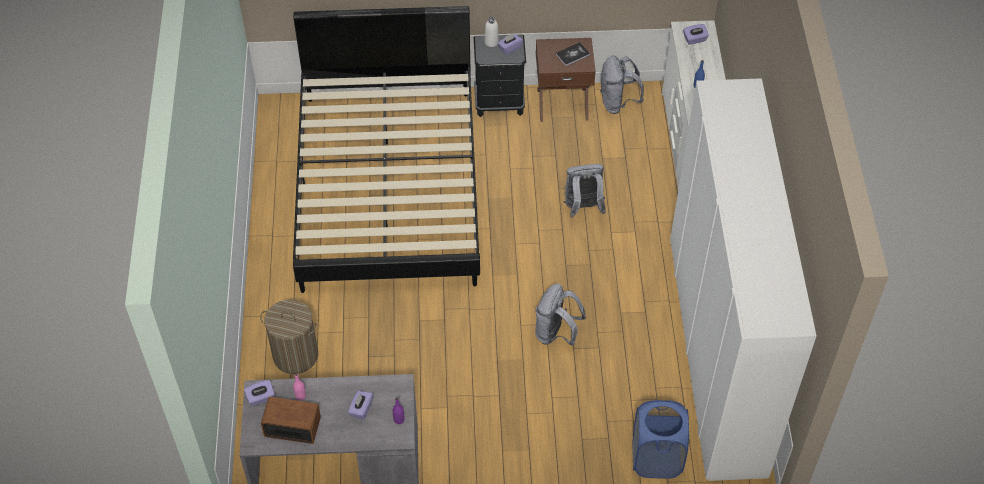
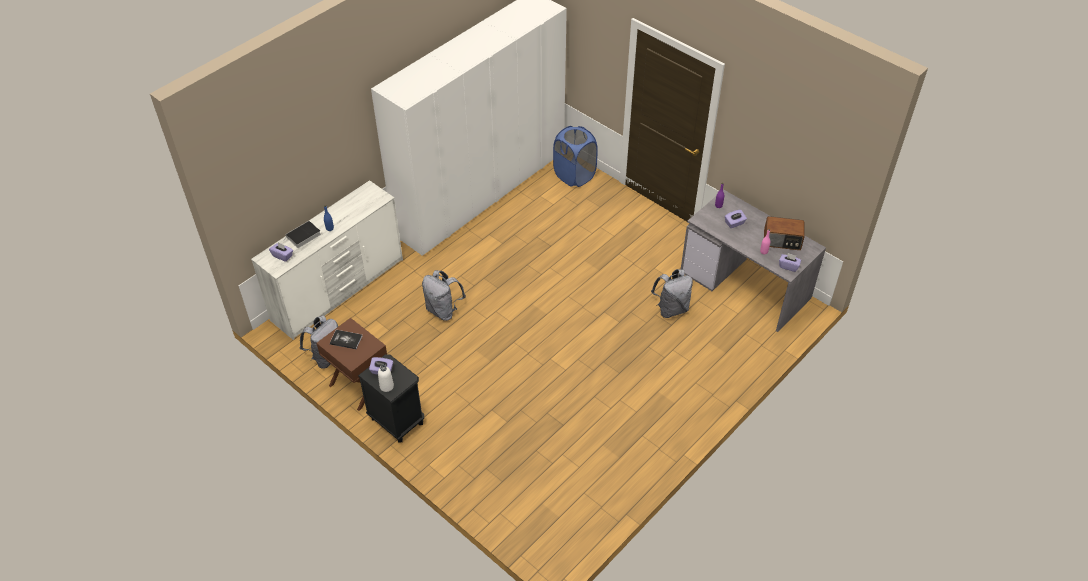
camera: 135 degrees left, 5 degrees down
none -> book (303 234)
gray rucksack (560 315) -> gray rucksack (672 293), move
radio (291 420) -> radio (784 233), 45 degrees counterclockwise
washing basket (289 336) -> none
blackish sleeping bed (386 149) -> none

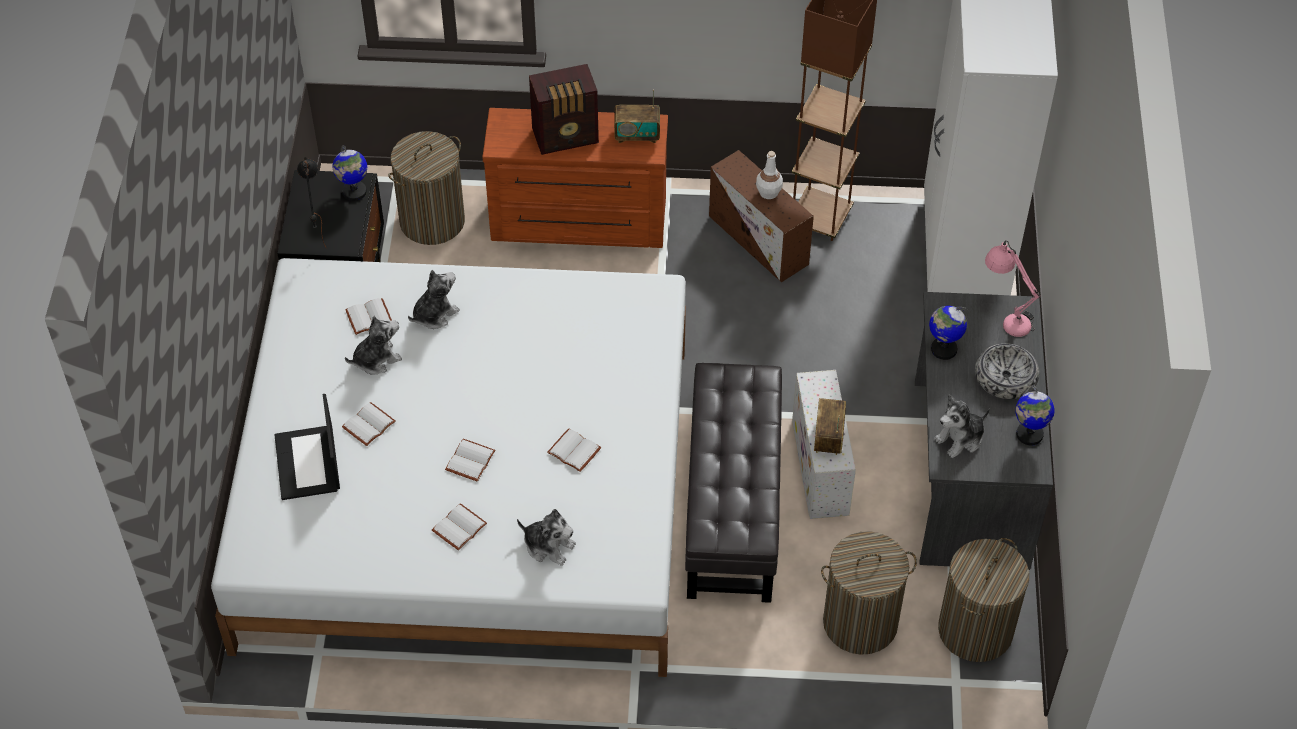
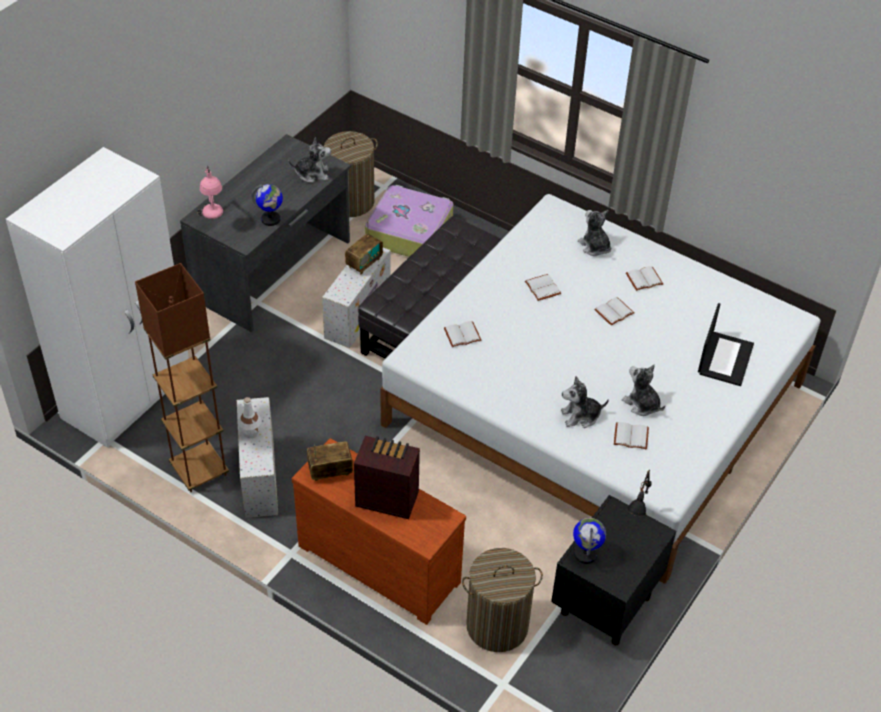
camera: 150 degrees left, 5 degrees down
brown-coloured storage bin (761 216) -> white storage bin (257 457)
radio (637 116) -> radio (330 461), 45 degrees counterclockwise
washing basket (869 593) -> travel case (409 221)
white book (369 424) -> white book (463 334), move
plush toy (373 345) -> plush toy (643 390), 45 degrees clockwise
deep dish (1007 371) -> none
world globe (1035 415) -> none

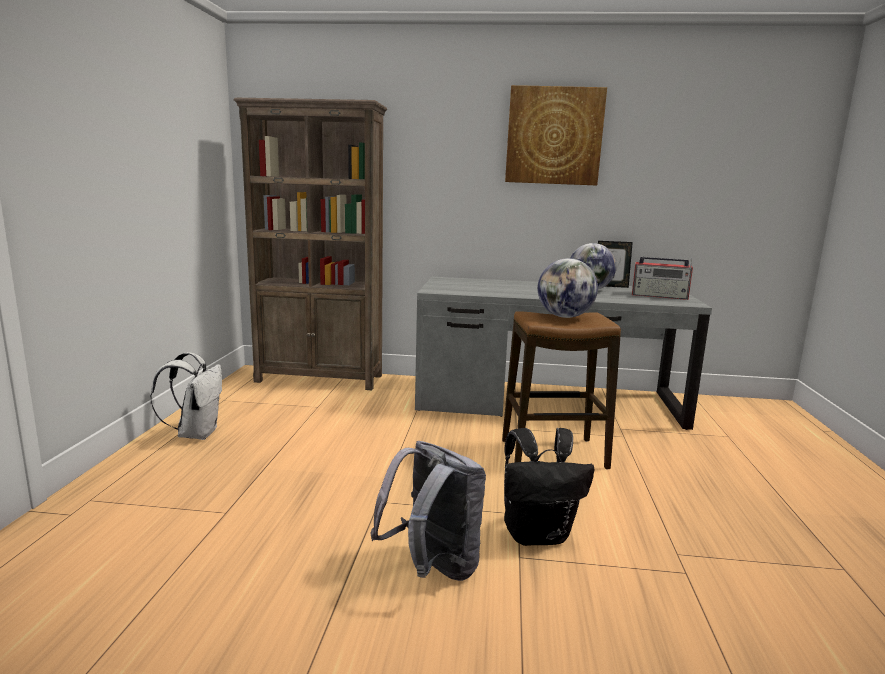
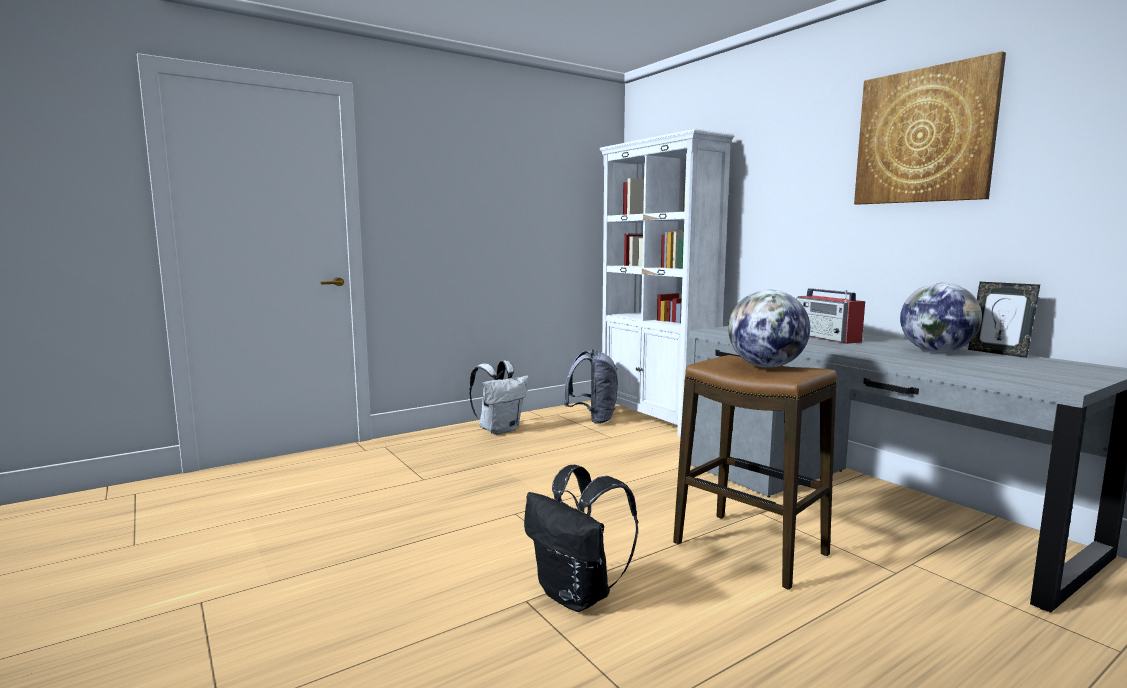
camera: 50 degrees right, 5 degrees down
gray rucksack (428 511) -> gray rucksack (591 386), move
brown-coloured bookshelf (310 244) -> white bookshelf (666 283)
radio (662 278) -> radio (831 316), move

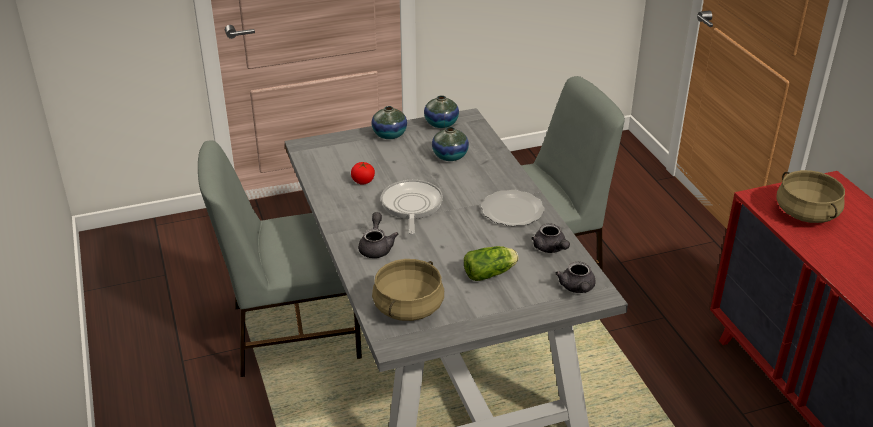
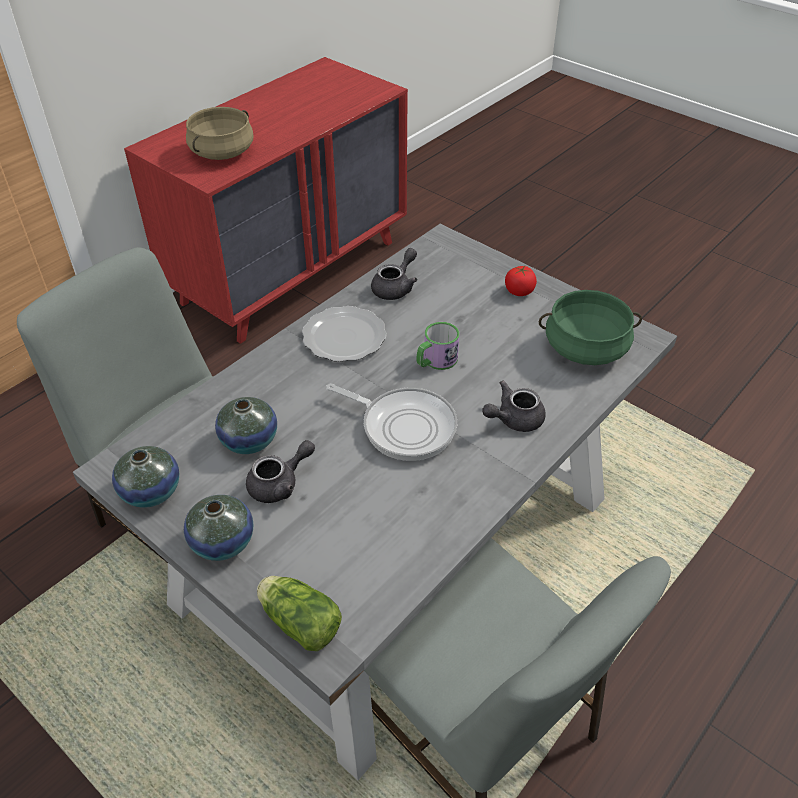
camera: 120 degrees left, 10 degrees up
gray tea pot (575 277) -> gray tea pot (280 471), move
head of lettuce (491 263) -> head of lettuce (299 613), move
frying pan (412 207) -> frying pan (391 422), 120 degrees counterclockwise
none -> coffee mug (437 346)
whole tomato (363 173) -> whole tomato (521 281), move
beige-coloured saucepot (408 290) -> green saucepot (590 327)

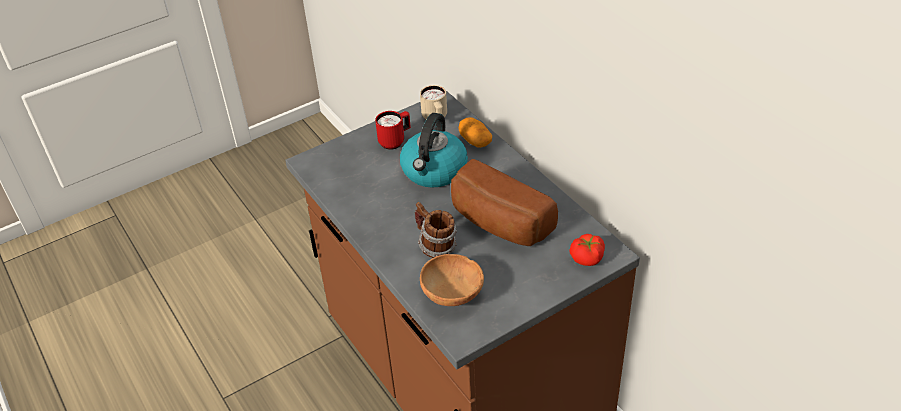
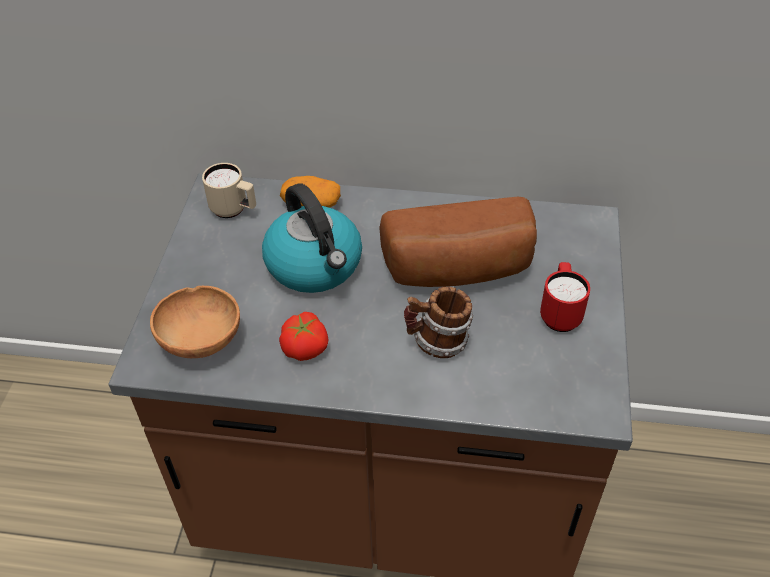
camera: 50 degrees left, 5 degrees up
brown-coloured deep dish (452 280) -> brown-coloured deep dish (195 322), move
whole tomato (587 250) -> whole tomato (304 336), move
red coffee mug (393 130) -> red coffee mug (565 297), move

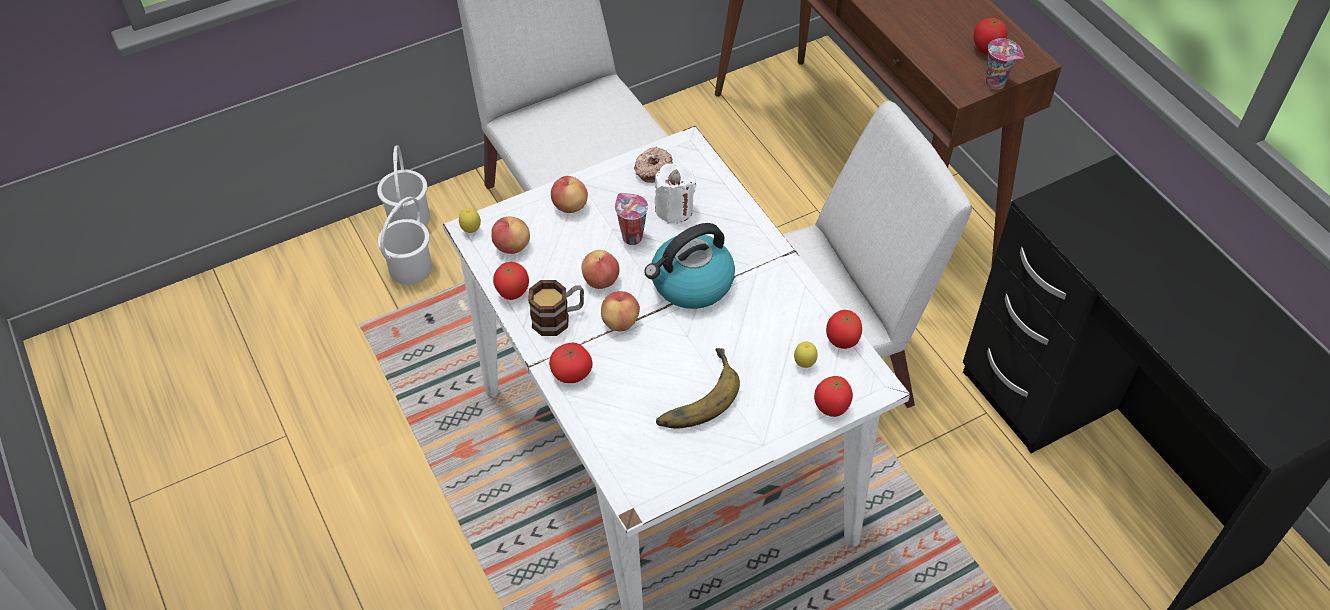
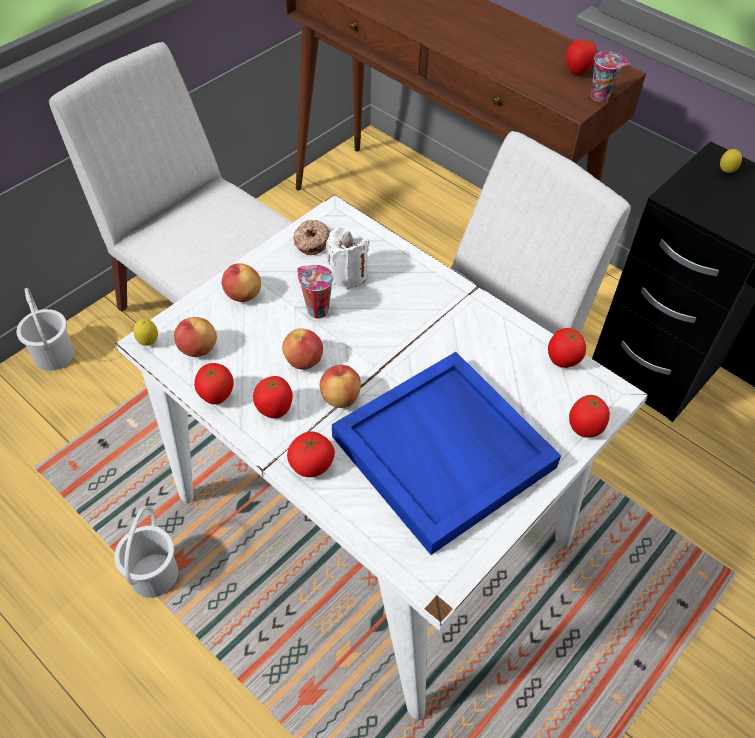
camera: 20 degrees left, 0 degrees up
white water bucket (405 241) -> white water bucket (146 552), move
coffee mug (556 308) -> whole tomato (272 397)
banana fruit (698 388) -> blue-coloured carrying tray (446 453)
citrus fruit (806 355) -> citrus fruit (731 161), move
kettle (689 266) -> none

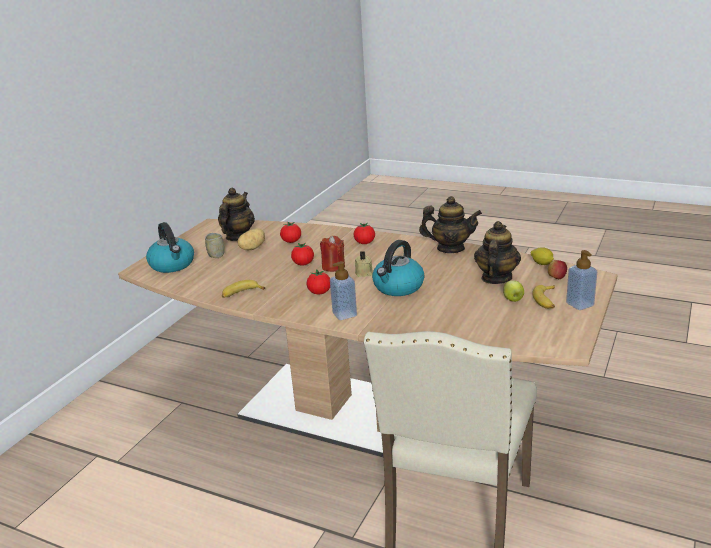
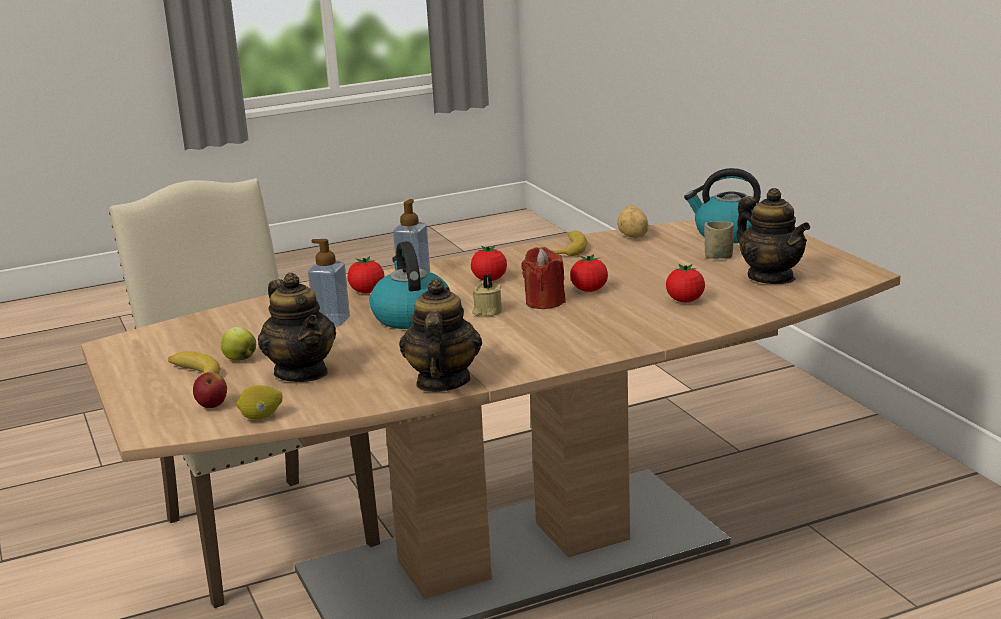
camera: 130 degrees right, 5 degrees down
soap bottle (581 280) -> soap bottle (329 283), move
whole tomato (364 233) -> whole tomato (365 274), move
tea pot (450 224) -> tea pot (440 335), 135 degrees clockwise
spud (251 239) -> spud (632 221), move

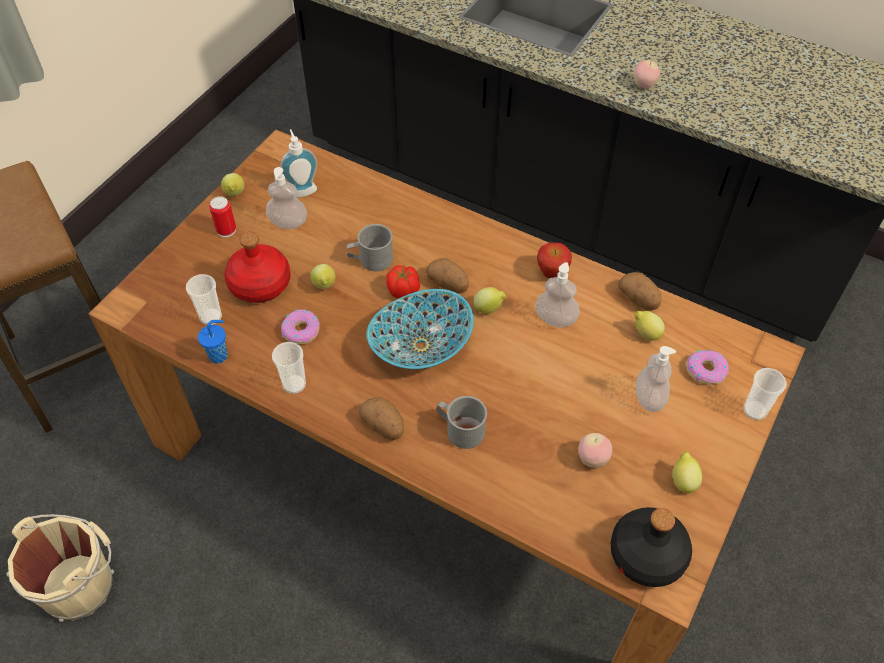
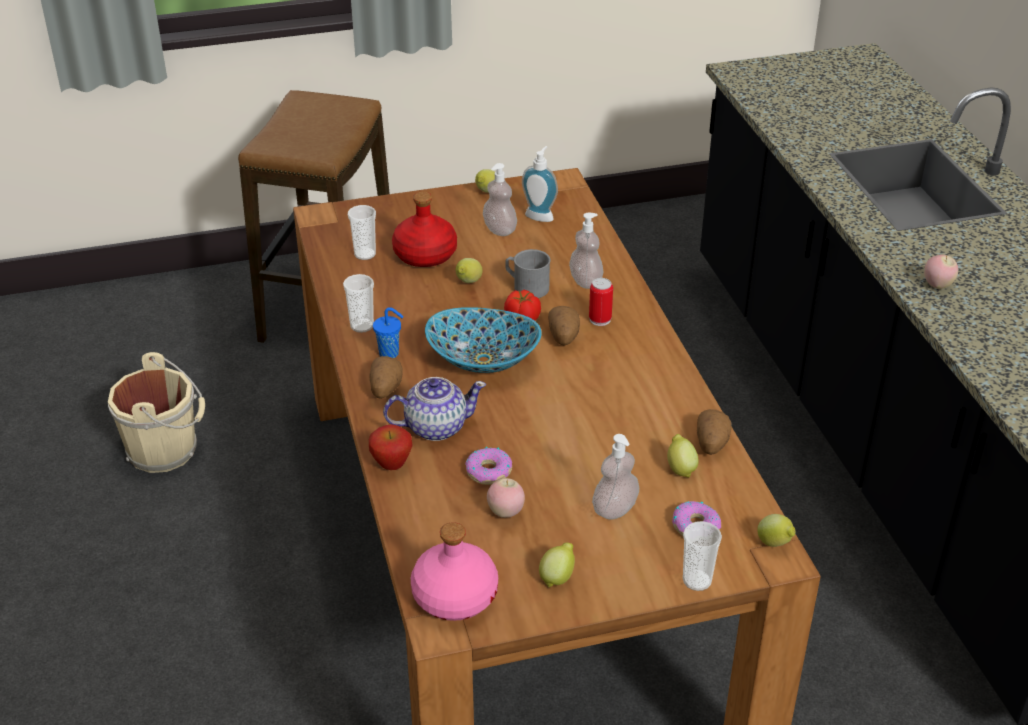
camera: 45 degrees right, 15 degrees down
whole apple (554 260) -> whole apple (391 447), move
blue-coloured drinking cup (213 342) -> blue-coloured drinking cup (388 332), move
gray coffee mug (462 422) -> tea pot (434 409)
blackish bottle (651 547) -> pink bottle (454 571)
doughnut (300 326) -> doughnut (488 466), move
soap bottle (557 294) -> soap bottle (586 251), move
sealed can (222 216) -> sealed can (601 302), move
citrus fruit (489 300) -> citrus fruit (776 530), move

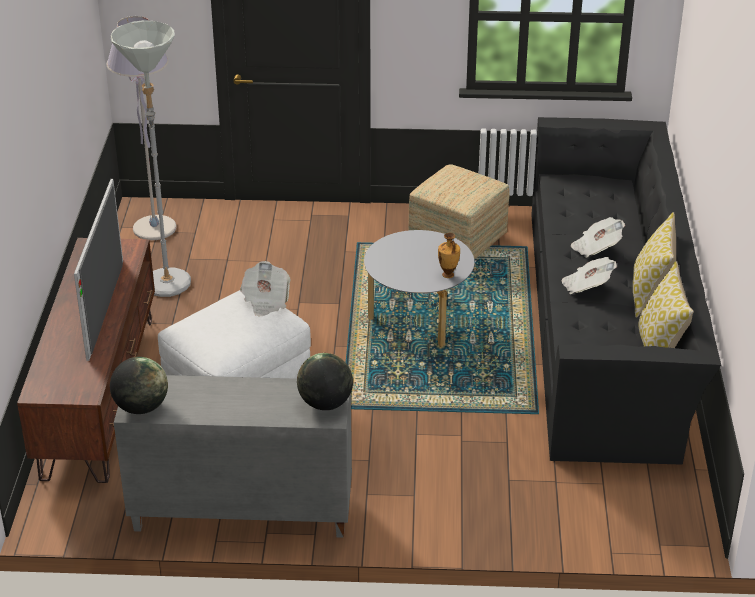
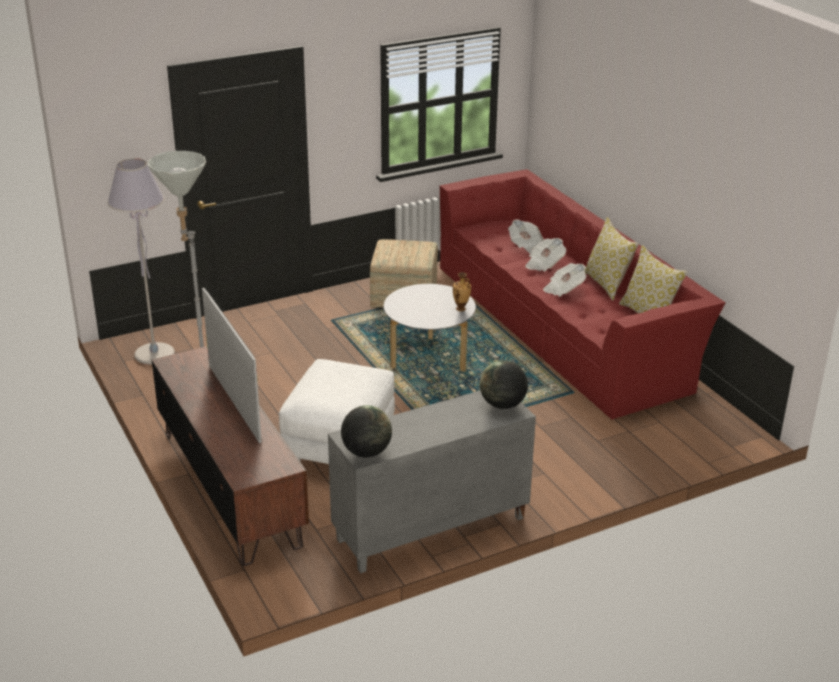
camera: 30 degrees left, 5 degrees down
blackish sofa (626 291) -> red sofa (583 294)
printed paper (265 289) -> printed paper (526 236), move

